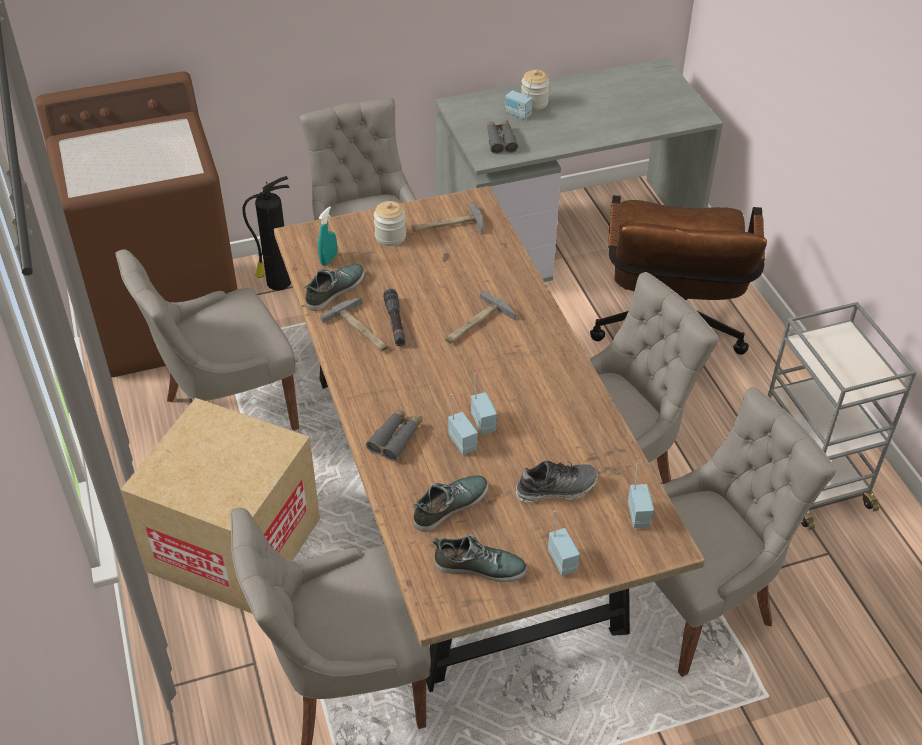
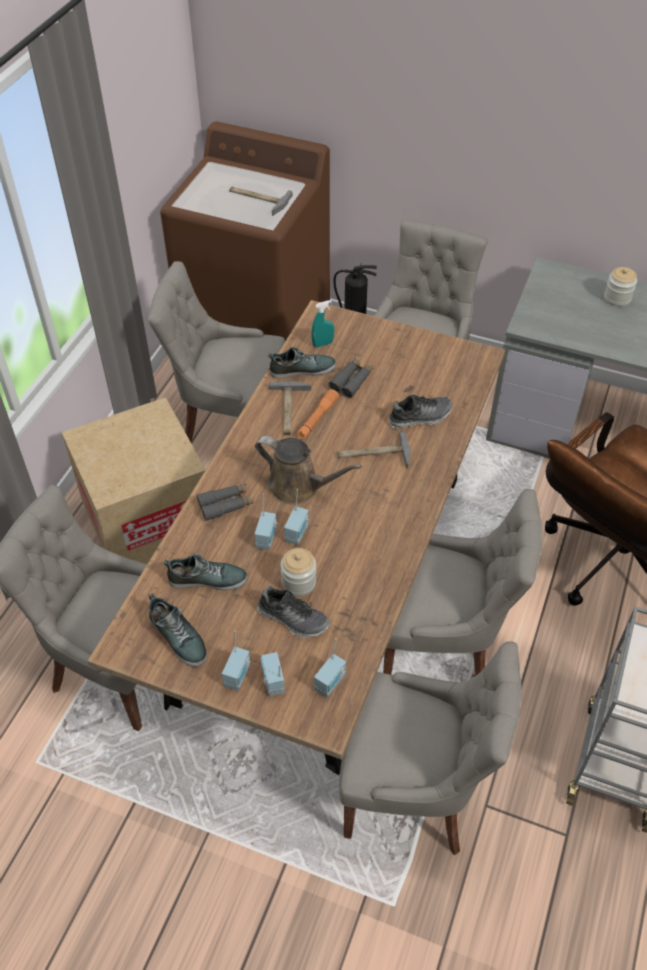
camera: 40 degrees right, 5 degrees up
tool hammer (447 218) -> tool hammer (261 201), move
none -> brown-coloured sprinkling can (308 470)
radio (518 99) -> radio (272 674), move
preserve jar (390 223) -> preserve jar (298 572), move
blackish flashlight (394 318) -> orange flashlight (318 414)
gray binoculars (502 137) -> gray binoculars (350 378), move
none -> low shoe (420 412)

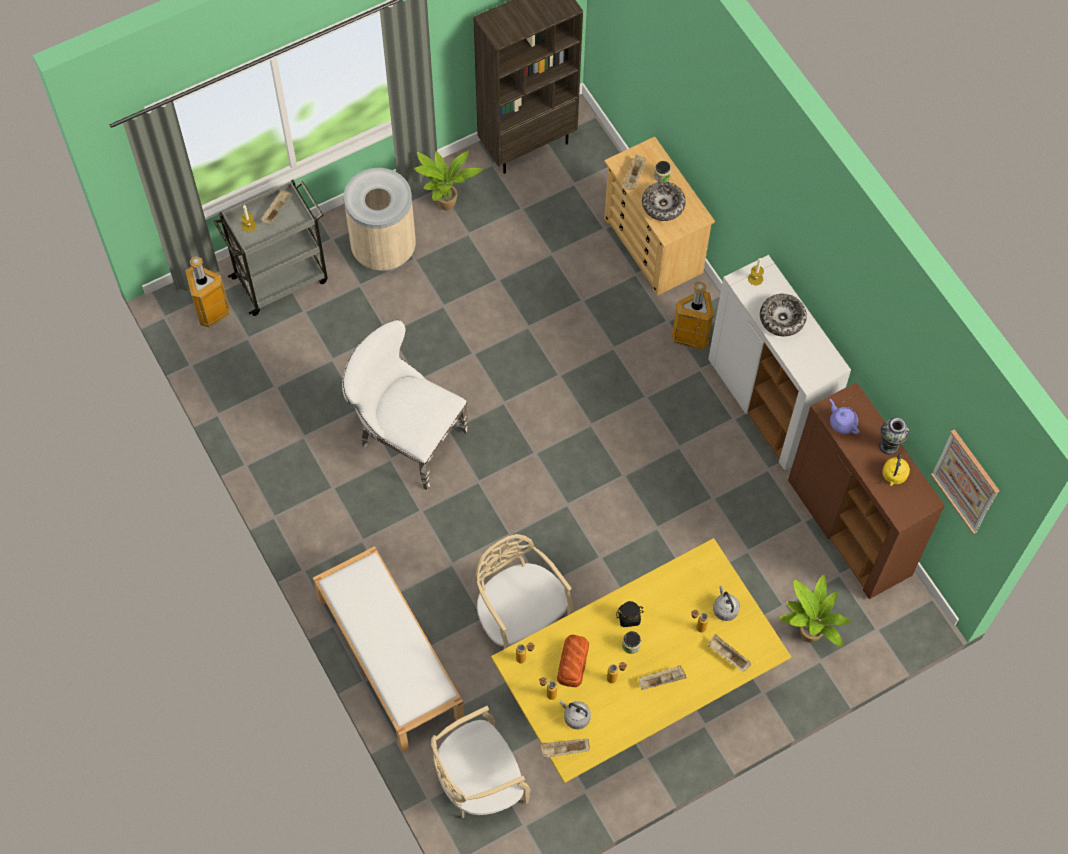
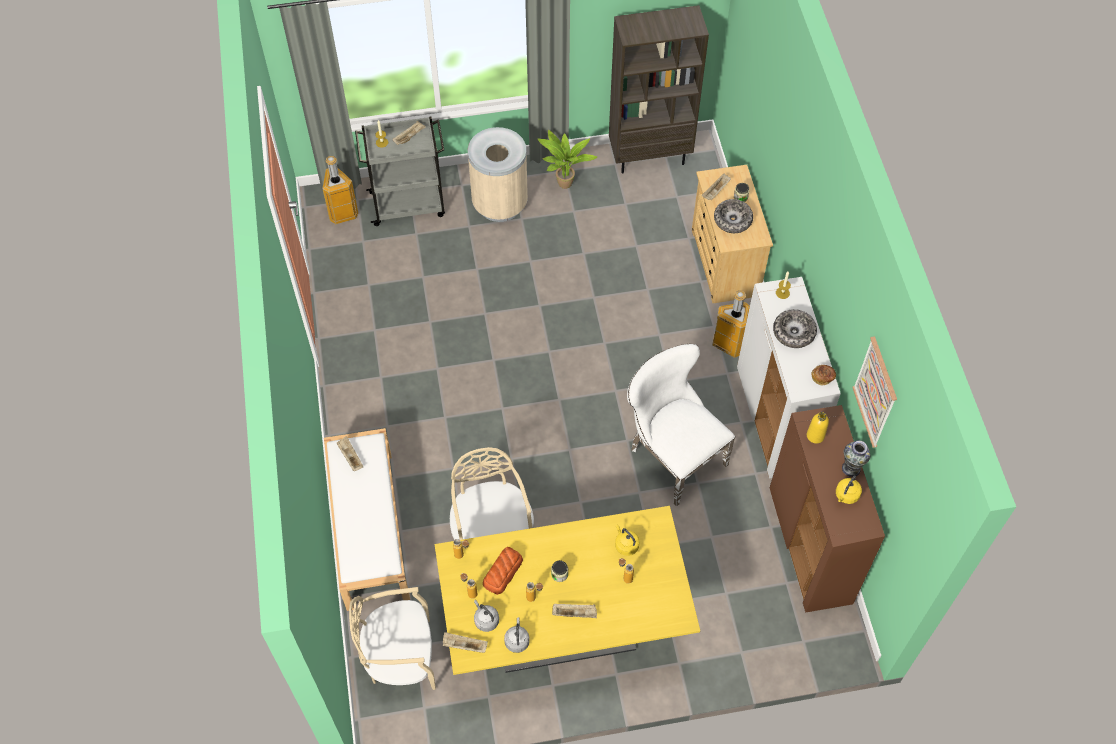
camera: 20 degrees right, 5 degrees down
beige-coloured carrying tray (730 653) -> beige-coloured carrying tray (349 453), move
gray kettle (726 603) -> gray kettle (517 635), move
none -> yellow kettle (627 540)
white upright chair (405 405) -> white upright chair (681 425), move
purple tea pot (845 416) -> yellow bottle (818 428)
none -> baked bread (823 375)
wall art (965 481) -> wall art (874 392), move
blackish preserve jar (630 614) -> none
potted plant (815 611) -> none

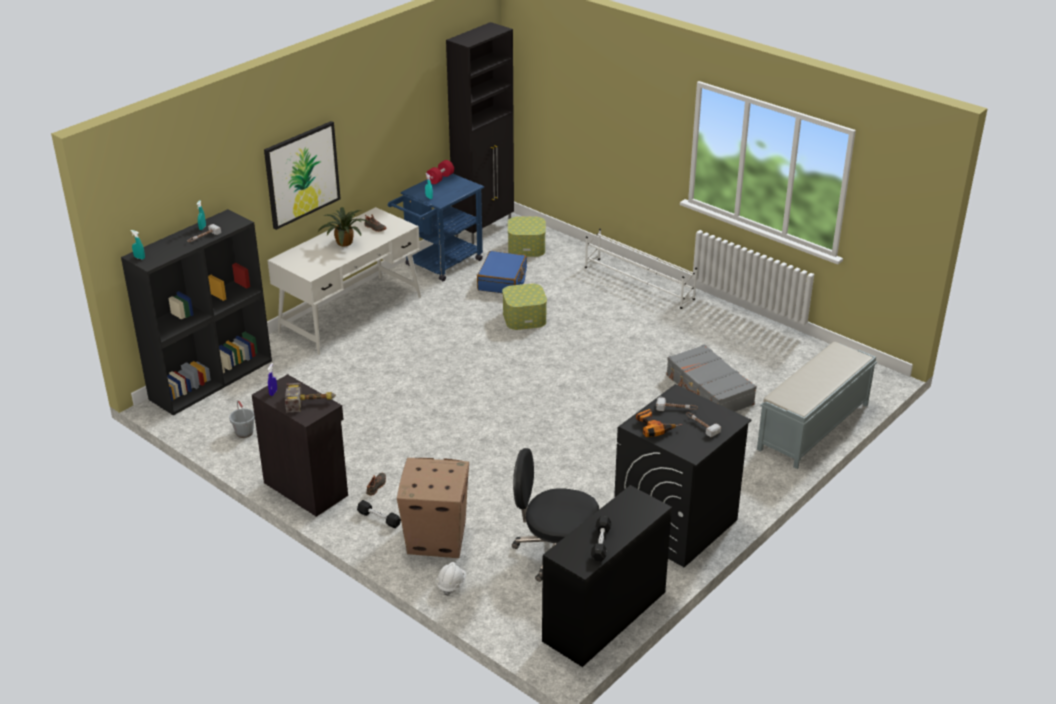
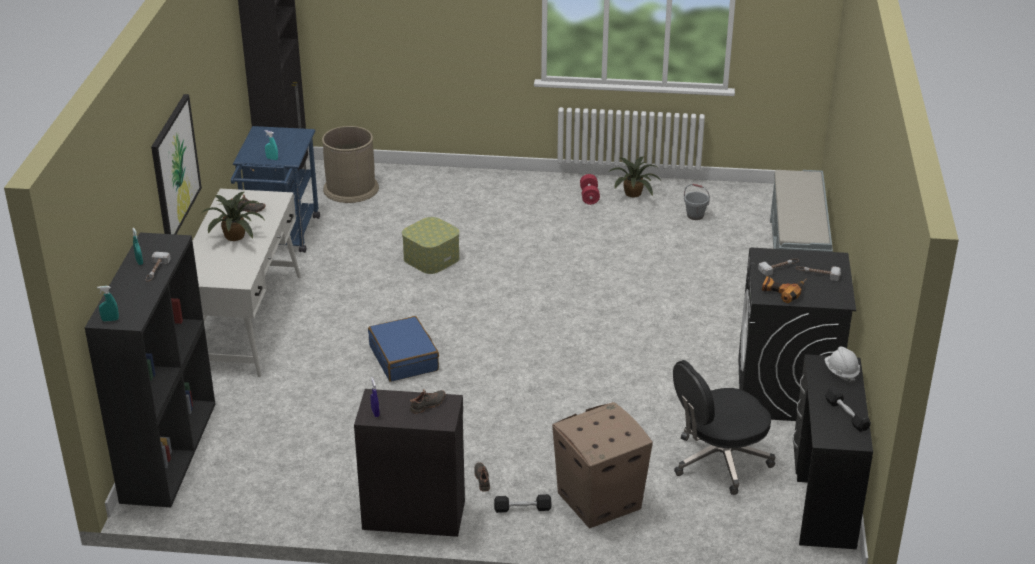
camera: 35 degrees left, 0 degrees up
storage bin (527 237) -> brown-coloured rubbish bin (350 164)
blue-coloured travel case (502 272) -> blue-coloured travel case (403 349), move
tool hammer (310 397) -> blackish low shoe (428 401)
red free weight (440 172) -> red free weight (590 189), move
none -> potted plant (635 177)
gray water bucket (242 419) -> gray water bucket (697 202), move
white hard hat (451 579) -> white hard hat (842 364), move
white shoe stand (641 269) -> none
gray travel case (711 378) -> none

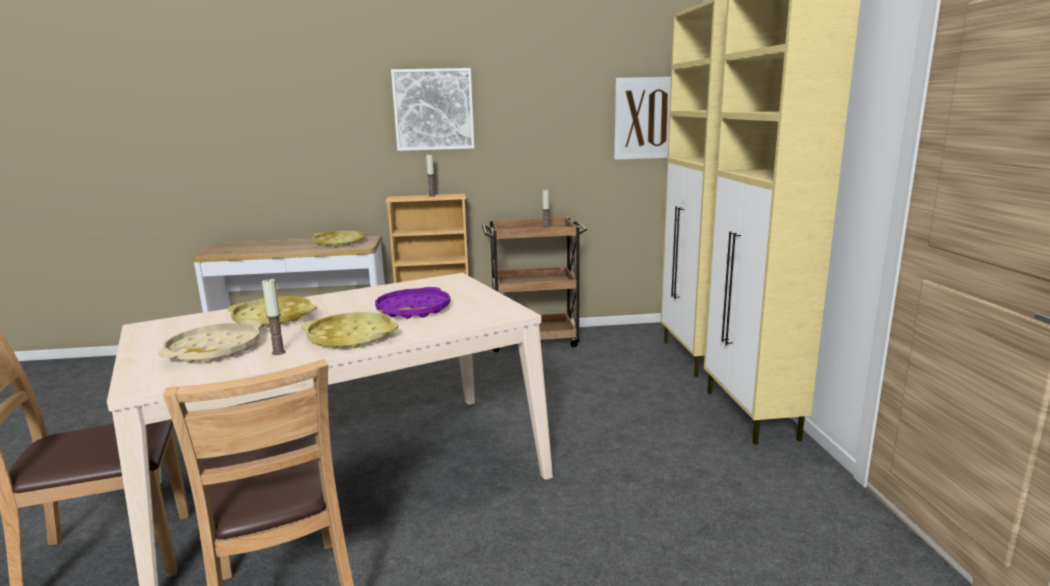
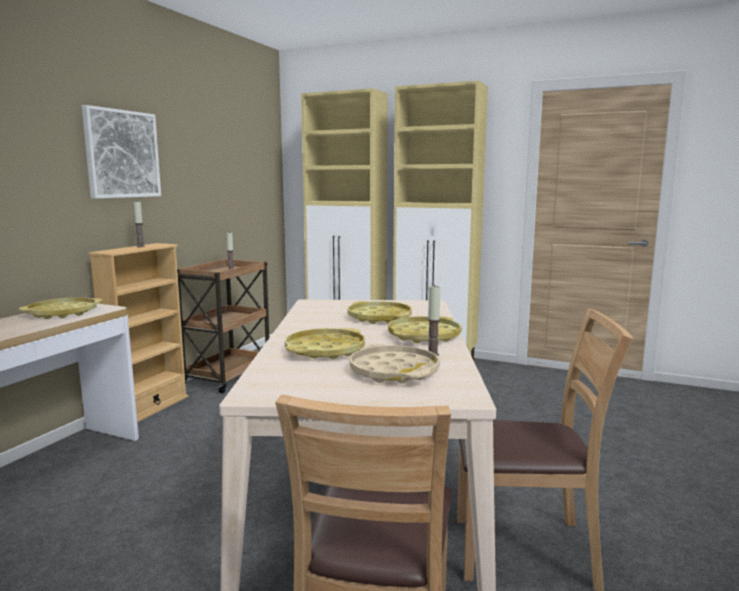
camera: 60 degrees left, 5 degrees down
purple carrying tray (412 303) -> yellow carrying tray (379 312)
wall art (642 118) -> none

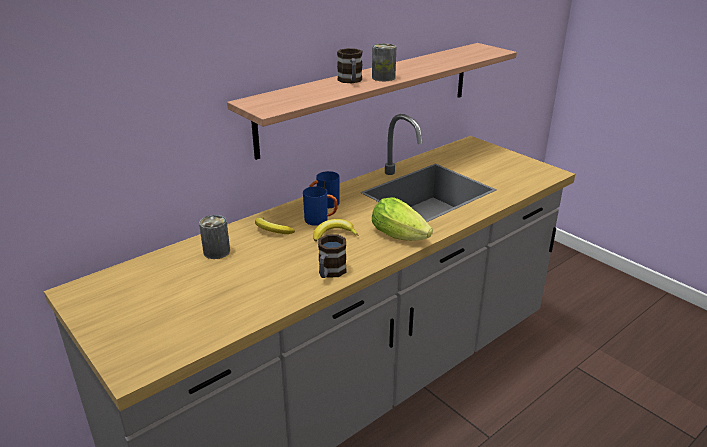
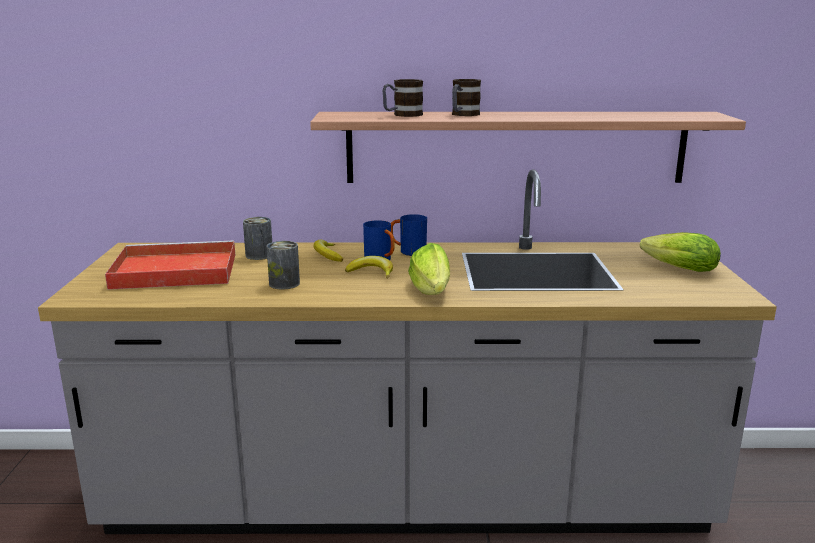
camera: 40 degrees right, 10 degrees down
none -> red carrying tray (170 265)
sealed can (384 62) -> sealed can (283 265), move
coffee mug (332 256) -> coffee mug (402 98), move
none -> head of lettuce (680 252)

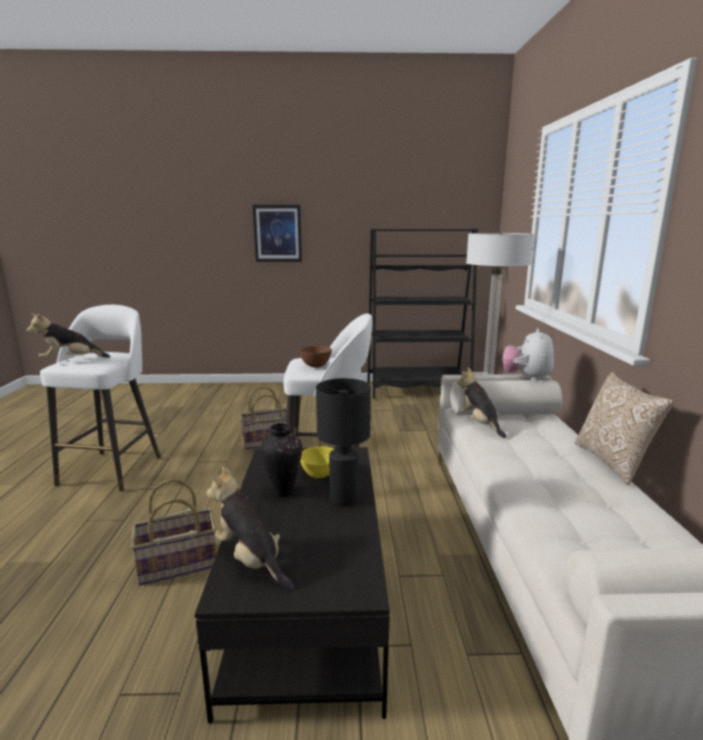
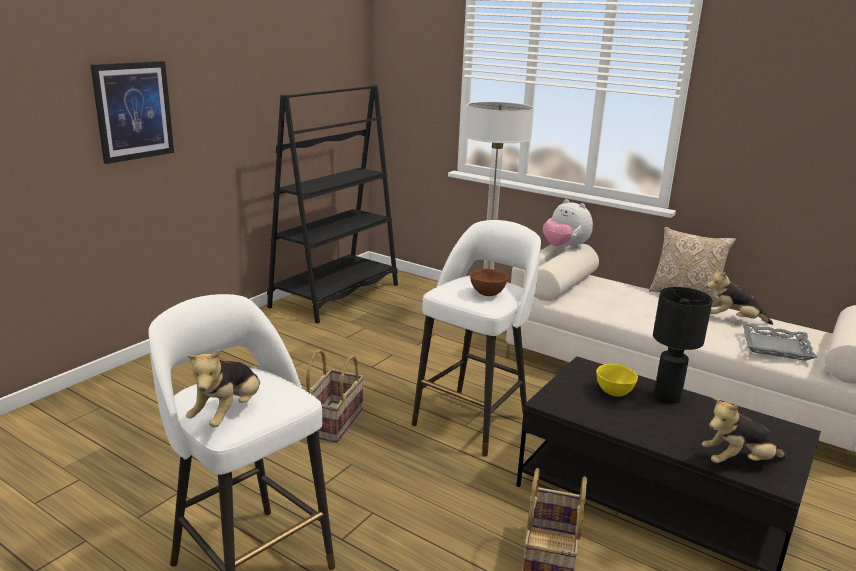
camera: 55 degrees left, 5 degrees up
plush toy (481 403) -> plush toy (739 296), move
none -> gray carrying tray (779 342)
vase (281 460) -> none

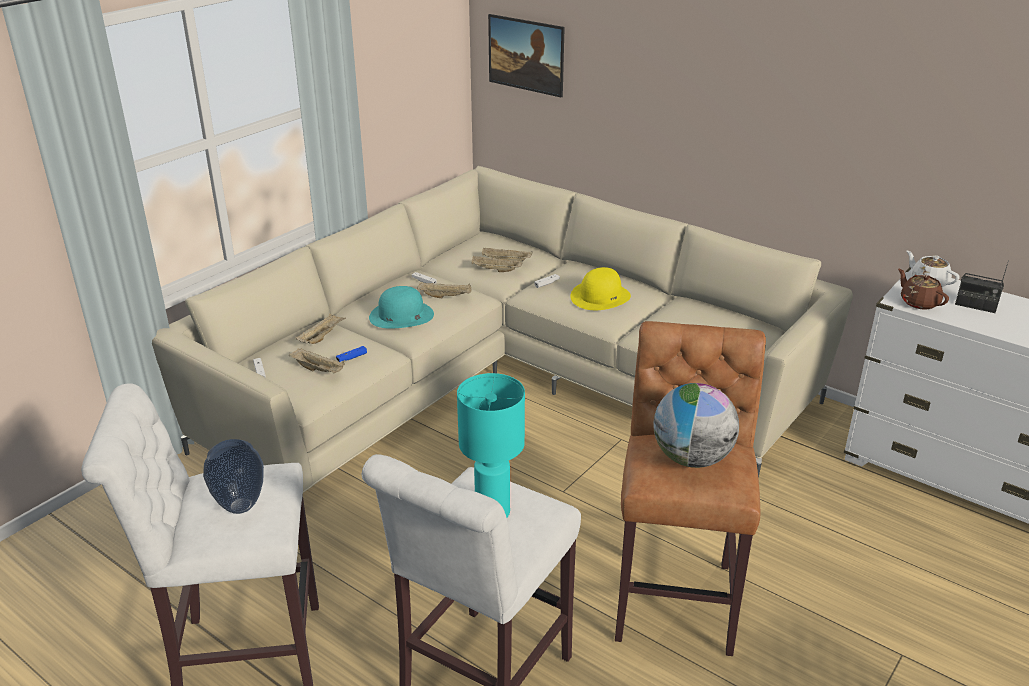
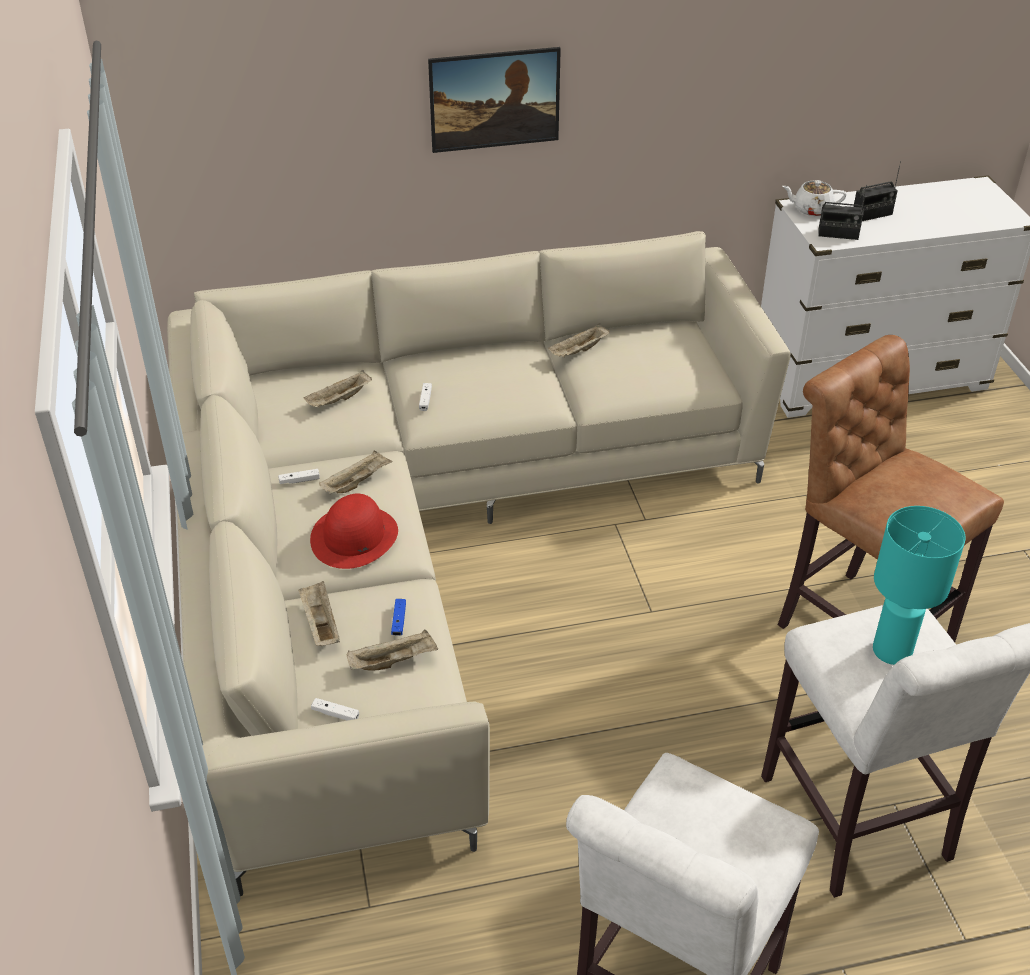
camera: 50 degrees left, 10 degrees up
turquoise-coloured clothing hat (401 307) -> red clothing hat (354 531)
wall art (526 56) -> wall art (494 100), move
beige-coloured carrying tray (497 264) -> beige-coloured carrying tray (579 340), move
brown-coloured tea pot (923 289) -> radio (842 212)
vase (233 476) -> none
yellow clothing hat (600 288) -> none
world globe (696 425) -> none

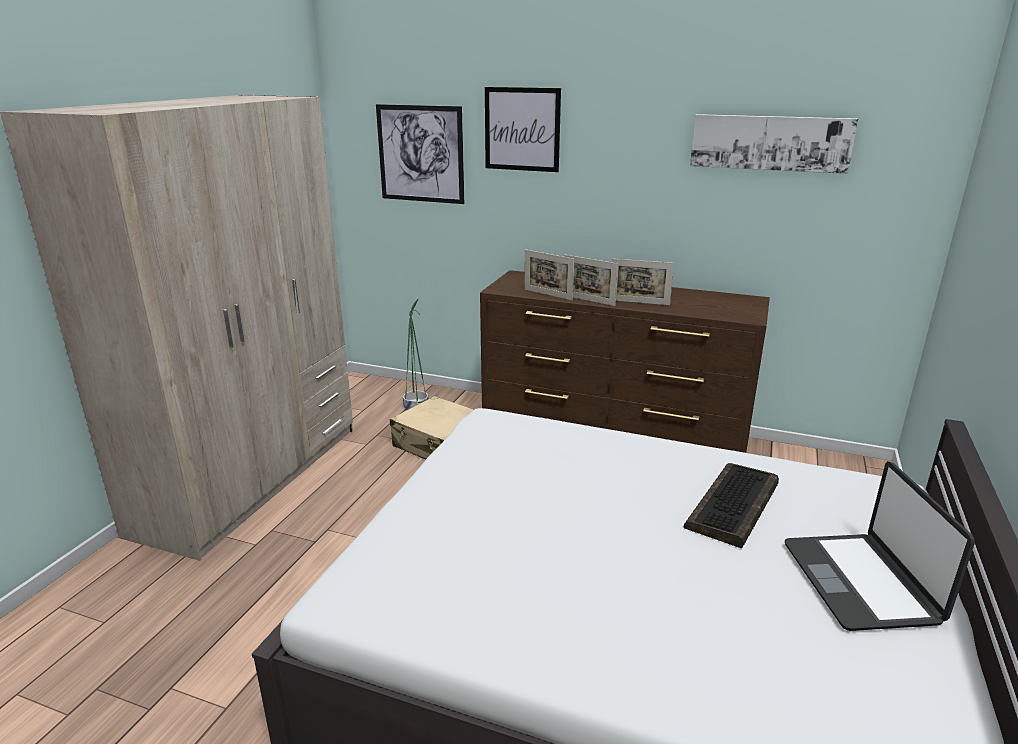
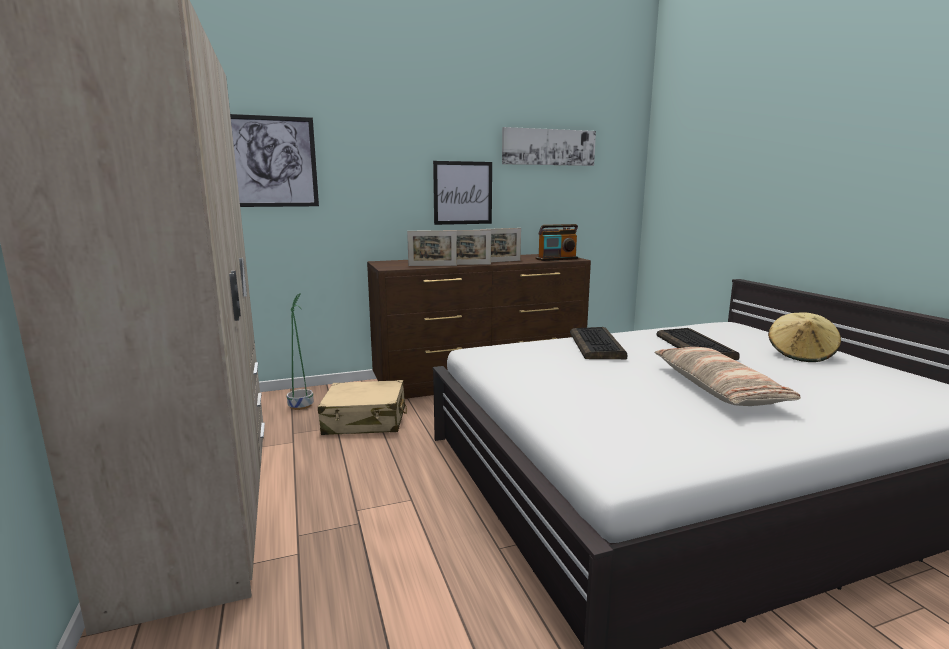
camera: 40 degrees left, 10 degrees down
wall art (523 129) -> wall art (462 193), move
none -> radio (557 242)
none -> computer keyboard (598 343)
none -> throw pillow (728 376)
portable computer (880 546) -> beige-coloured clothing hat (804 337)

